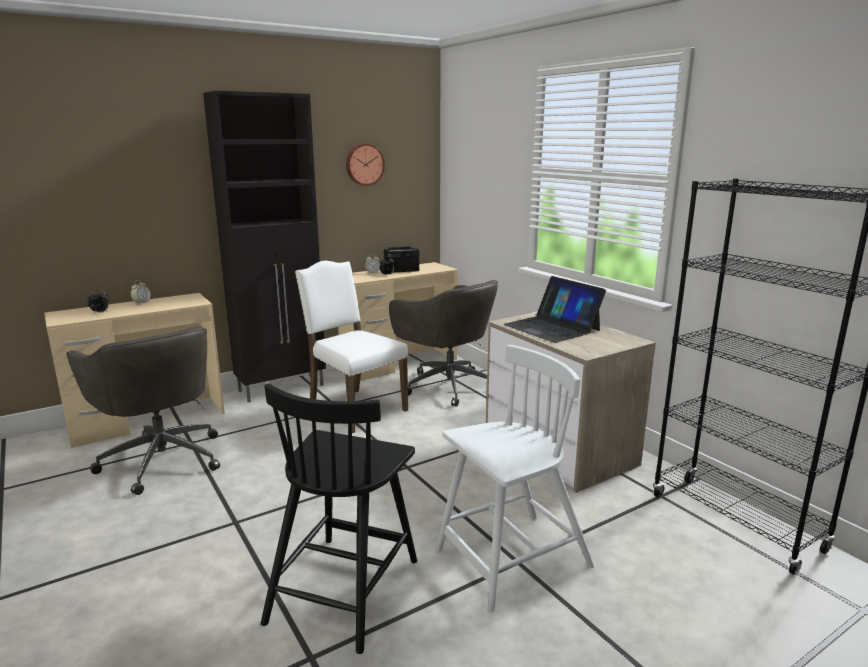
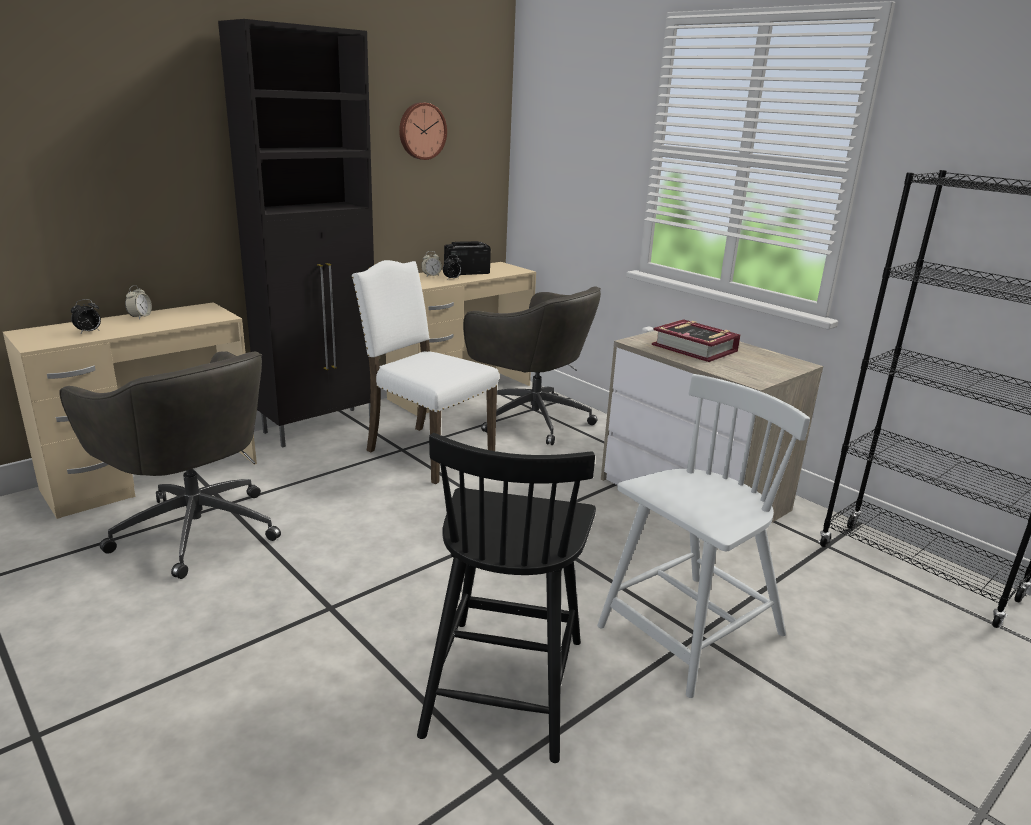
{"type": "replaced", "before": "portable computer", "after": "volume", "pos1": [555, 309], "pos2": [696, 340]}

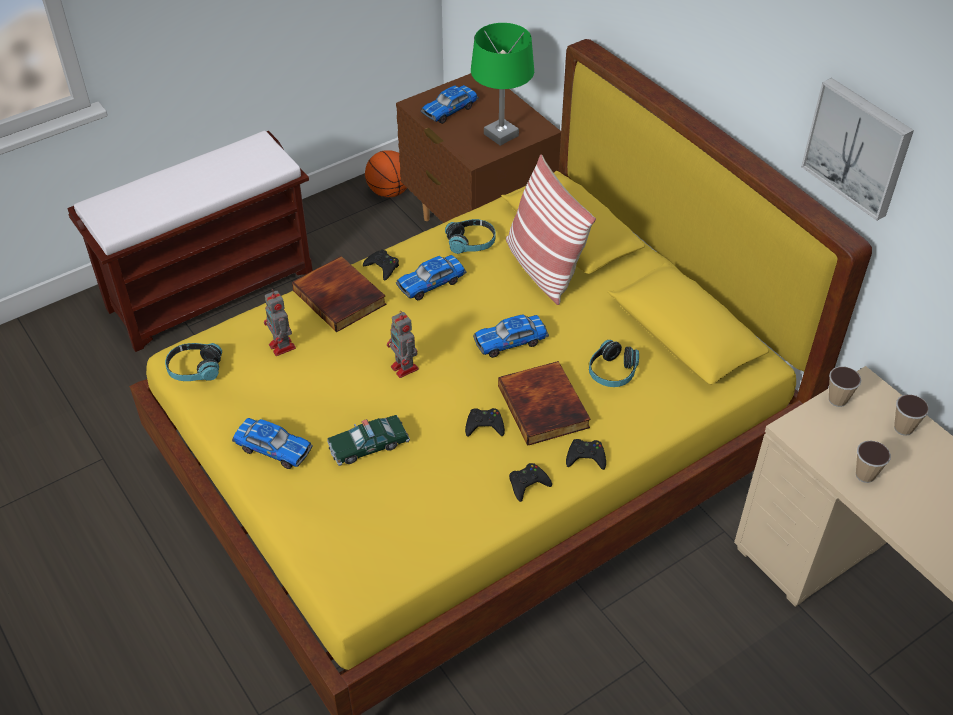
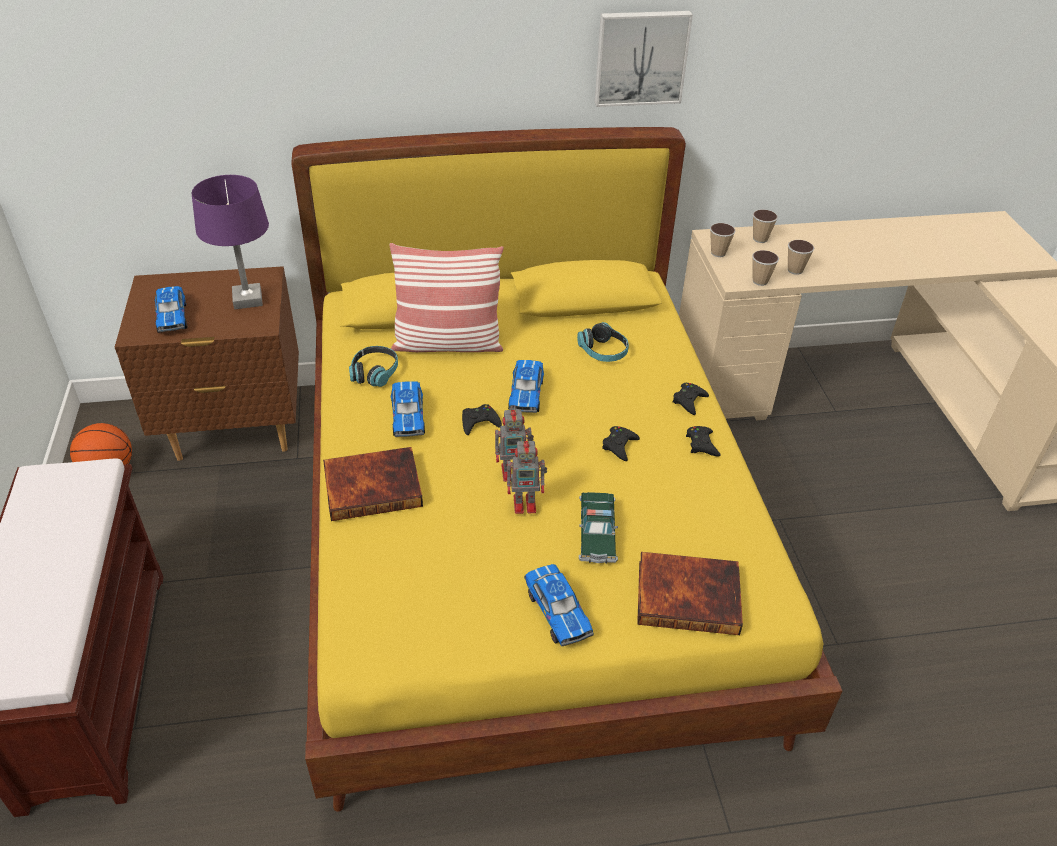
{"type": "removed", "before": "headset", "pos1": [193, 362]}
{"type": "added", "after": "drinking cup", "pos2": [765, 268]}
{"type": "moved", "before": "robot figure", "pos1": [280, 322], "pos2": [527, 475]}
{"type": "moved", "before": "black joypad", "pos1": [381, 264], "pos2": [482, 419]}
{"type": "moved", "before": "volume", "pos1": [544, 403], "pos2": [690, 593]}
{"type": "recoloured", "before": "green-coloured table lamp", "after": "purple-coloured table lamp", "pos1": [502, 84], "pos2": [230, 242]}
{"type": "turned", "before": "model car", "pos1": [272, 443], "pos2": [559, 605], "turn": 105}

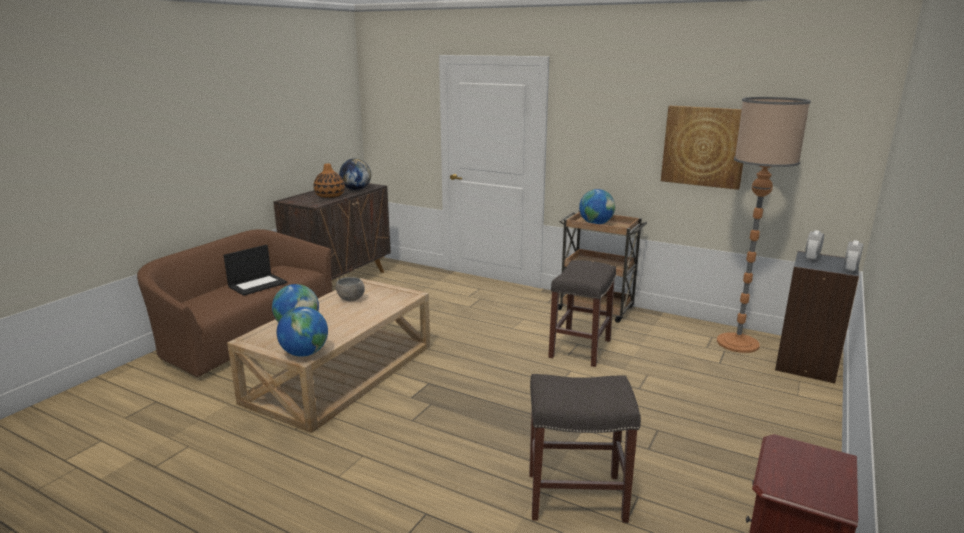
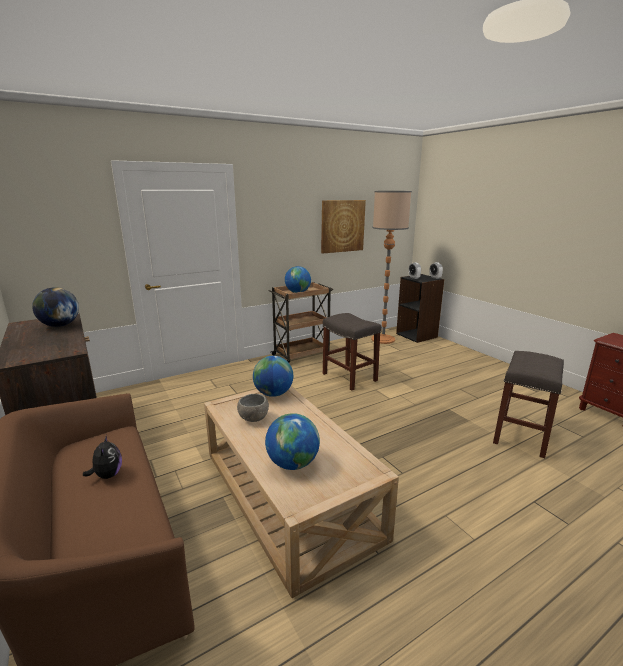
{"type": "removed", "before": "flower vase", "pos1": [329, 181]}
{"type": "moved", "before": "world globe", "pos1": [302, 332], "pos2": [273, 376]}
{"type": "replaced", "before": "portable computer", "after": "soft toy", "pos1": [255, 270], "pos2": [102, 456]}

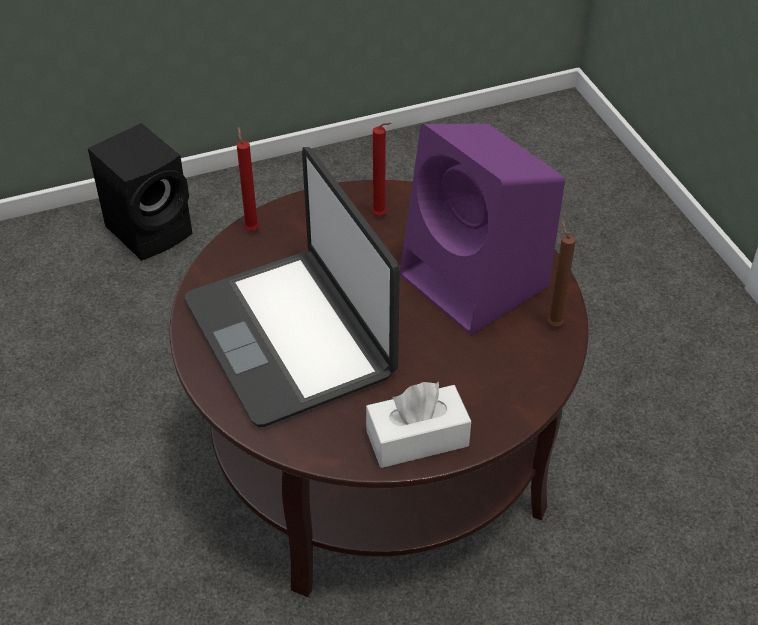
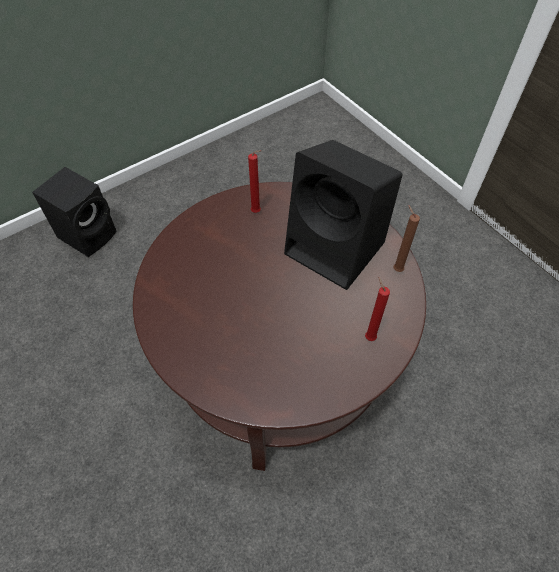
{"type": "removed", "before": "portable computer", "pos1": [292, 287]}
{"type": "removed", "before": "white tissue box", "pos1": [418, 425]}
{"type": "moved", "before": "reddish wax candle", "pos1": [248, 179], "pos2": [377, 309]}
{"type": "recoloured", "before": "purple-coloured audio speaker", "after": "black audio speaker", "pos1": [482, 229], "pos2": [343, 215]}

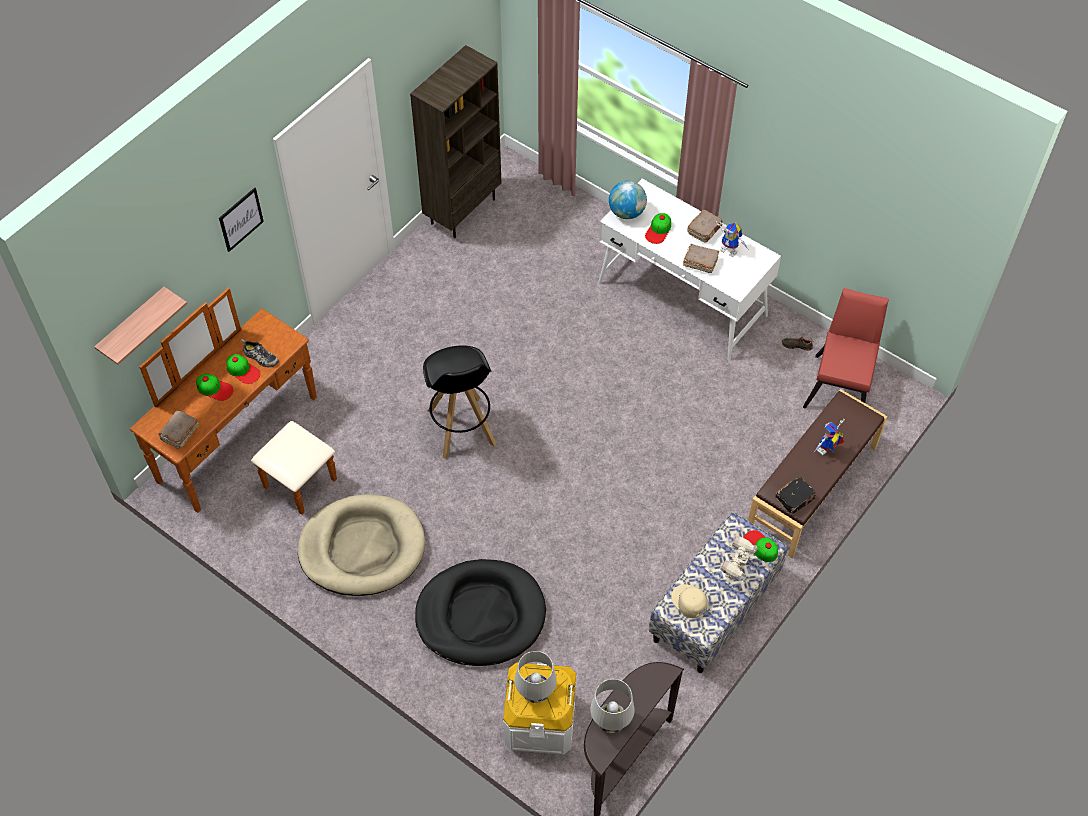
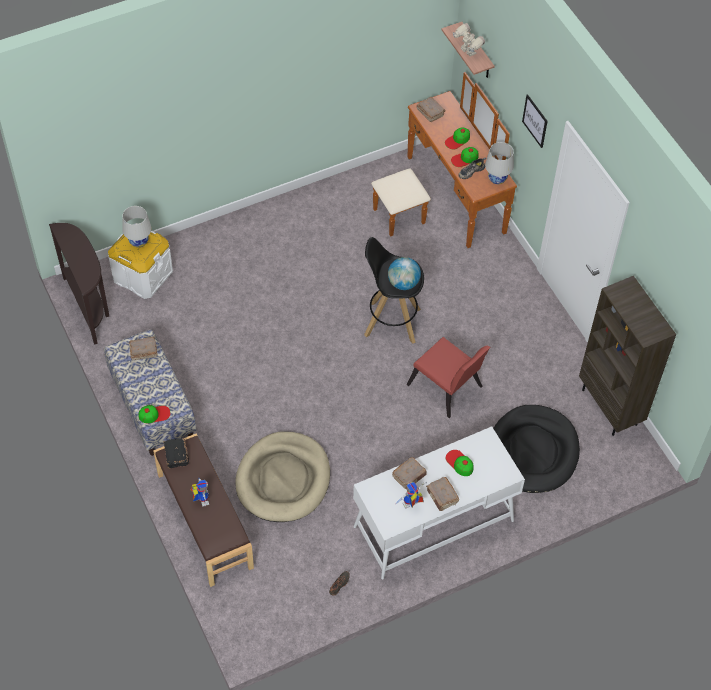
{"type": "moved", "before": "beige pet bed", "pos1": [361, 545], "pos2": [282, 476]}
{"type": "moved", "before": "black pet bed", "pos1": [480, 612], "pos2": [536, 449]}
{"type": "moved", "before": "white table lamp", "pos1": [612, 706], "pos2": [499, 163]}
{"type": "moved", "before": "world globe", "pos1": [628, 200], "pos2": [404, 273]}
{"type": "moved", "before": "robot figure", "pos1": [738, 558], "pos2": [469, 40]}
{"type": "moved", "before": "reddish plain chair", "pos1": [846, 348], "pos2": [448, 377]}
{"type": "replaced", "before": "beige cap", "after": "brown-coloured volume", "pos1": [689, 601], "pos2": [143, 348]}

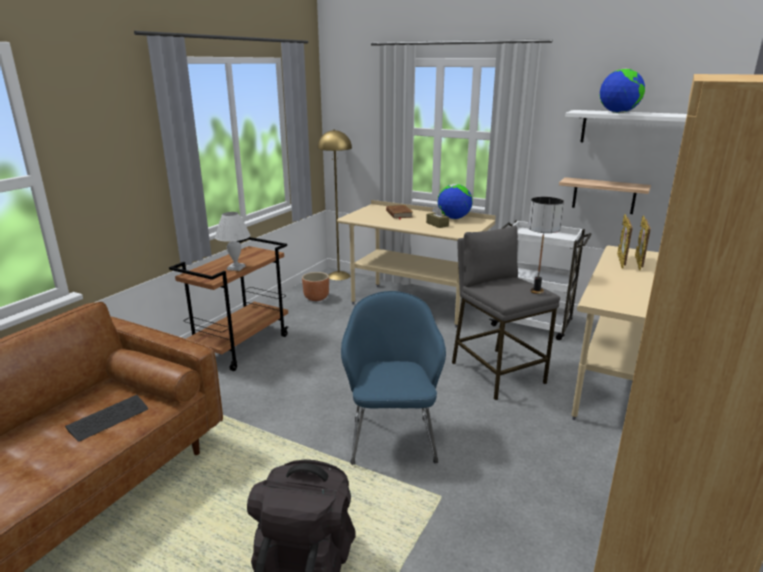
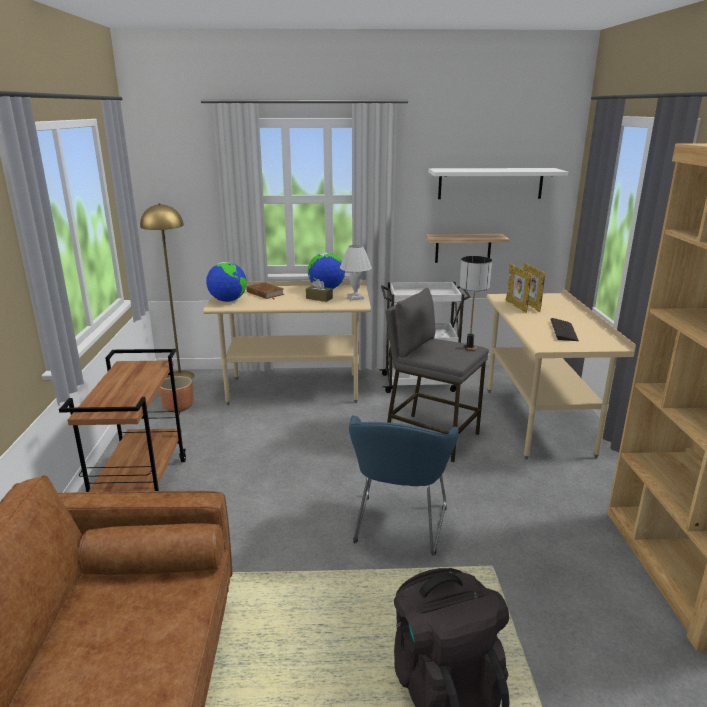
{"type": "moved", "before": "PC keyboard", "pos1": [106, 418], "pos2": [564, 329]}
{"type": "moved", "before": "white table lamp", "pos1": [233, 241], "pos2": [356, 272]}
{"type": "moved", "before": "world globe", "pos1": [622, 90], "pos2": [226, 282]}
{"type": "turned", "before": "blue-coloured easy chair", "pos1": [393, 378], "pos2": [404, 485], "turn": -135}

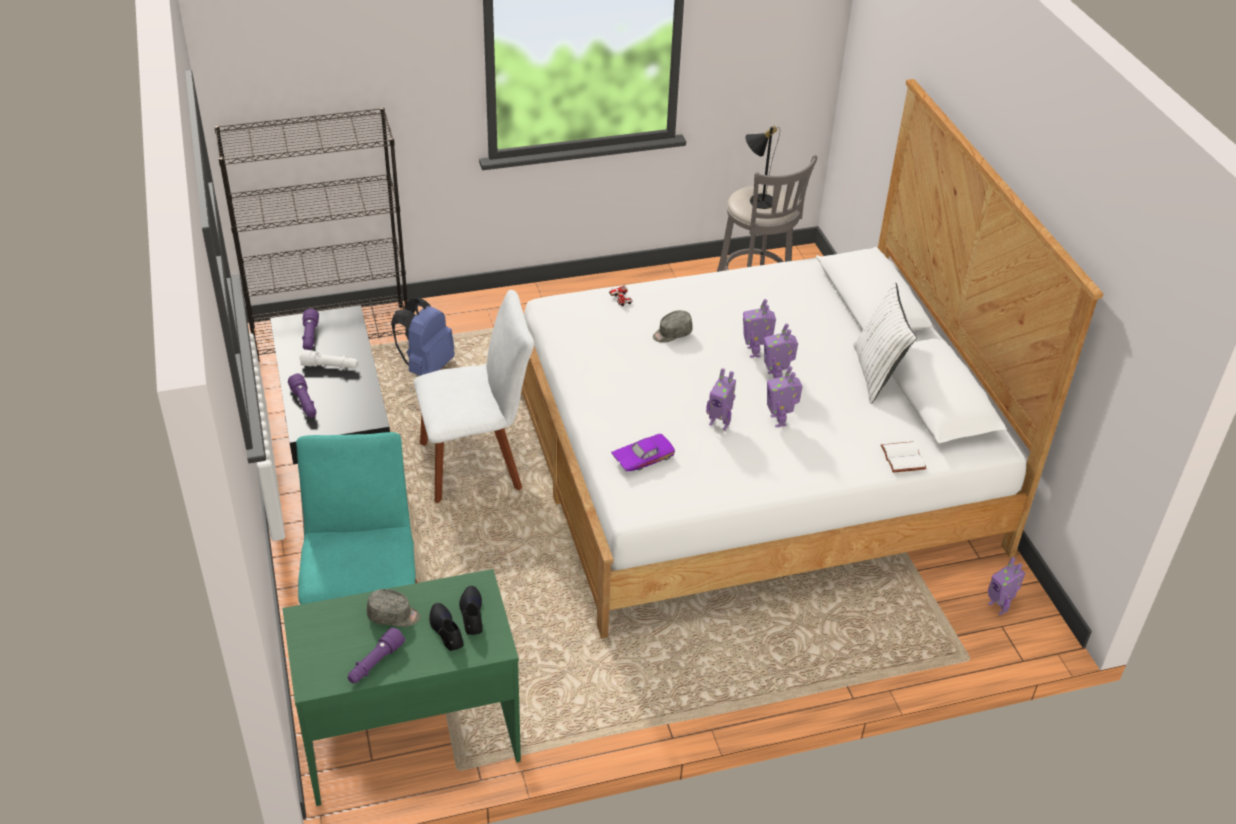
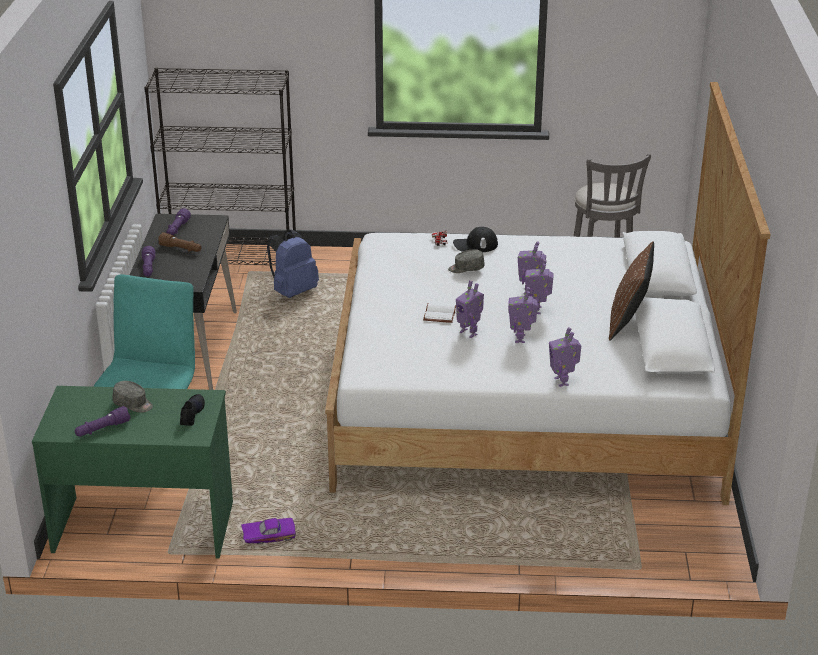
{"type": "removed", "before": "white plain chair", "pos1": [474, 396]}
{"type": "removed", "before": "black item of footwear", "pos1": [446, 627]}
{"type": "removed", "before": "black table lamp", "pos1": [762, 167]}
{"type": "added", "after": "black cap", "pos2": [475, 239]}
{"type": "moved", "before": "purple-coloured model car", "pos1": [643, 453], "pos2": [268, 531]}
{"type": "moved", "before": "white volume", "pos1": [904, 457], "pos2": [439, 312]}
{"type": "moved", "before": "robot figure", "pos1": [1006, 586], "pos2": [565, 357]}
{"type": "recoloured", "before": "white torch", "after": "brown-coloured torch", "pos1": [329, 359], "pos2": [180, 242]}
{"type": "recoloured", "before": "white pillow", "after": "brown-coloured pillow", "pos1": [885, 343], "pos2": [631, 291]}

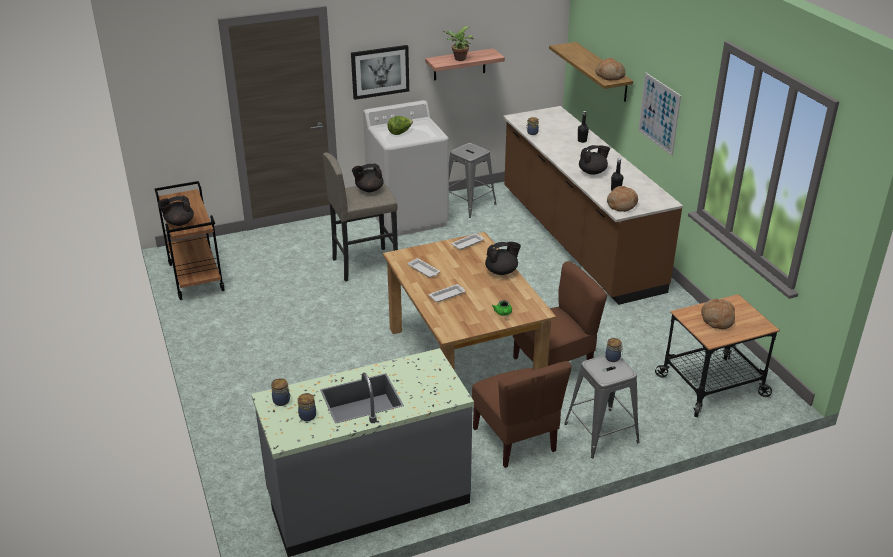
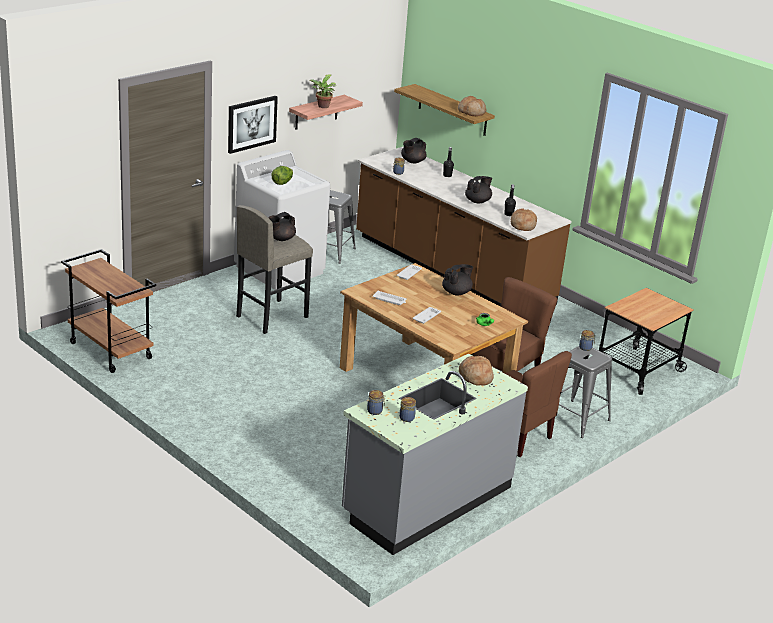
{"type": "removed", "before": "picture", "pos1": [659, 114]}
{"type": "moved", "before": "black tea pot", "pos1": [176, 211], "pos2": [413, 150]}
{"type": "moved", "before": "bread", "pos1": [718, 314], "pos2": [476, 371]}

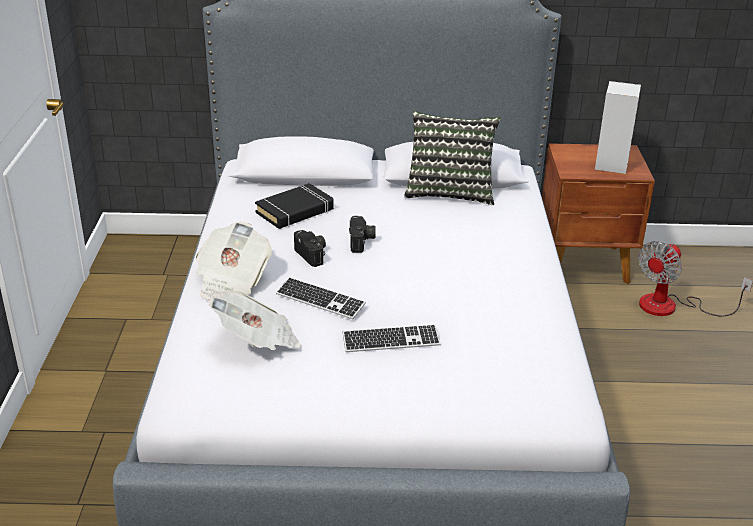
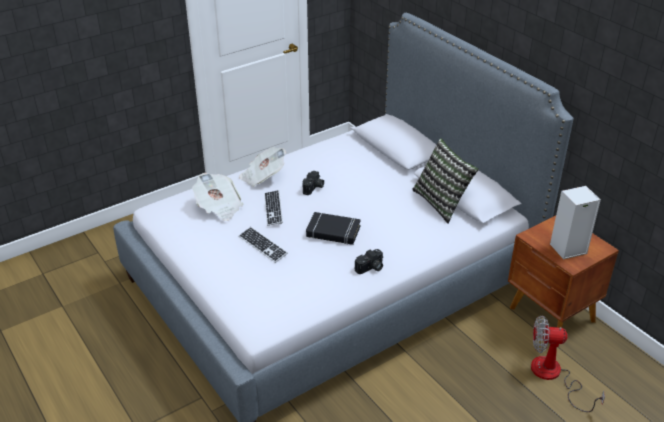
{"type": "moved", "before": "black volume", "pos1": [294, 206], "pos2": [333, 228]}
{"type": "moved", "before": "still camera", "pos1": [362, 234], "pos2": [369, 261]}

